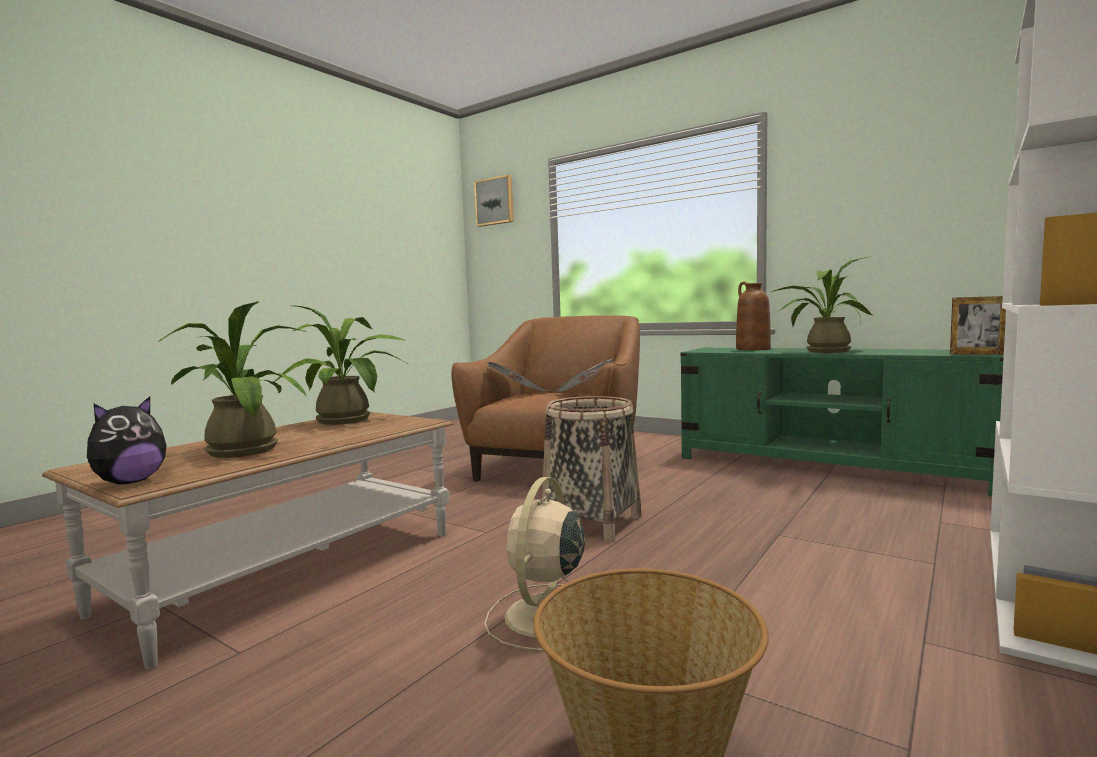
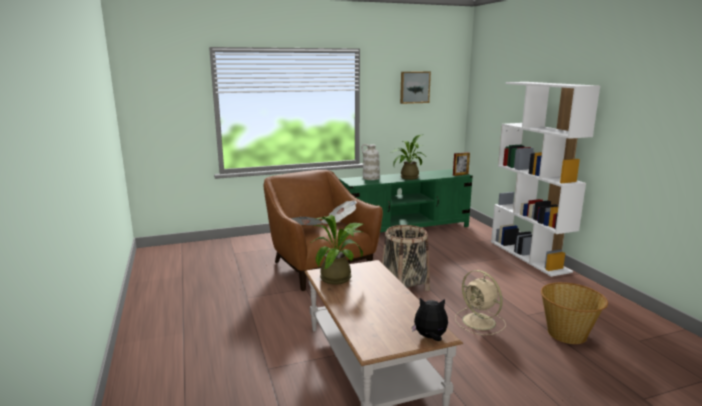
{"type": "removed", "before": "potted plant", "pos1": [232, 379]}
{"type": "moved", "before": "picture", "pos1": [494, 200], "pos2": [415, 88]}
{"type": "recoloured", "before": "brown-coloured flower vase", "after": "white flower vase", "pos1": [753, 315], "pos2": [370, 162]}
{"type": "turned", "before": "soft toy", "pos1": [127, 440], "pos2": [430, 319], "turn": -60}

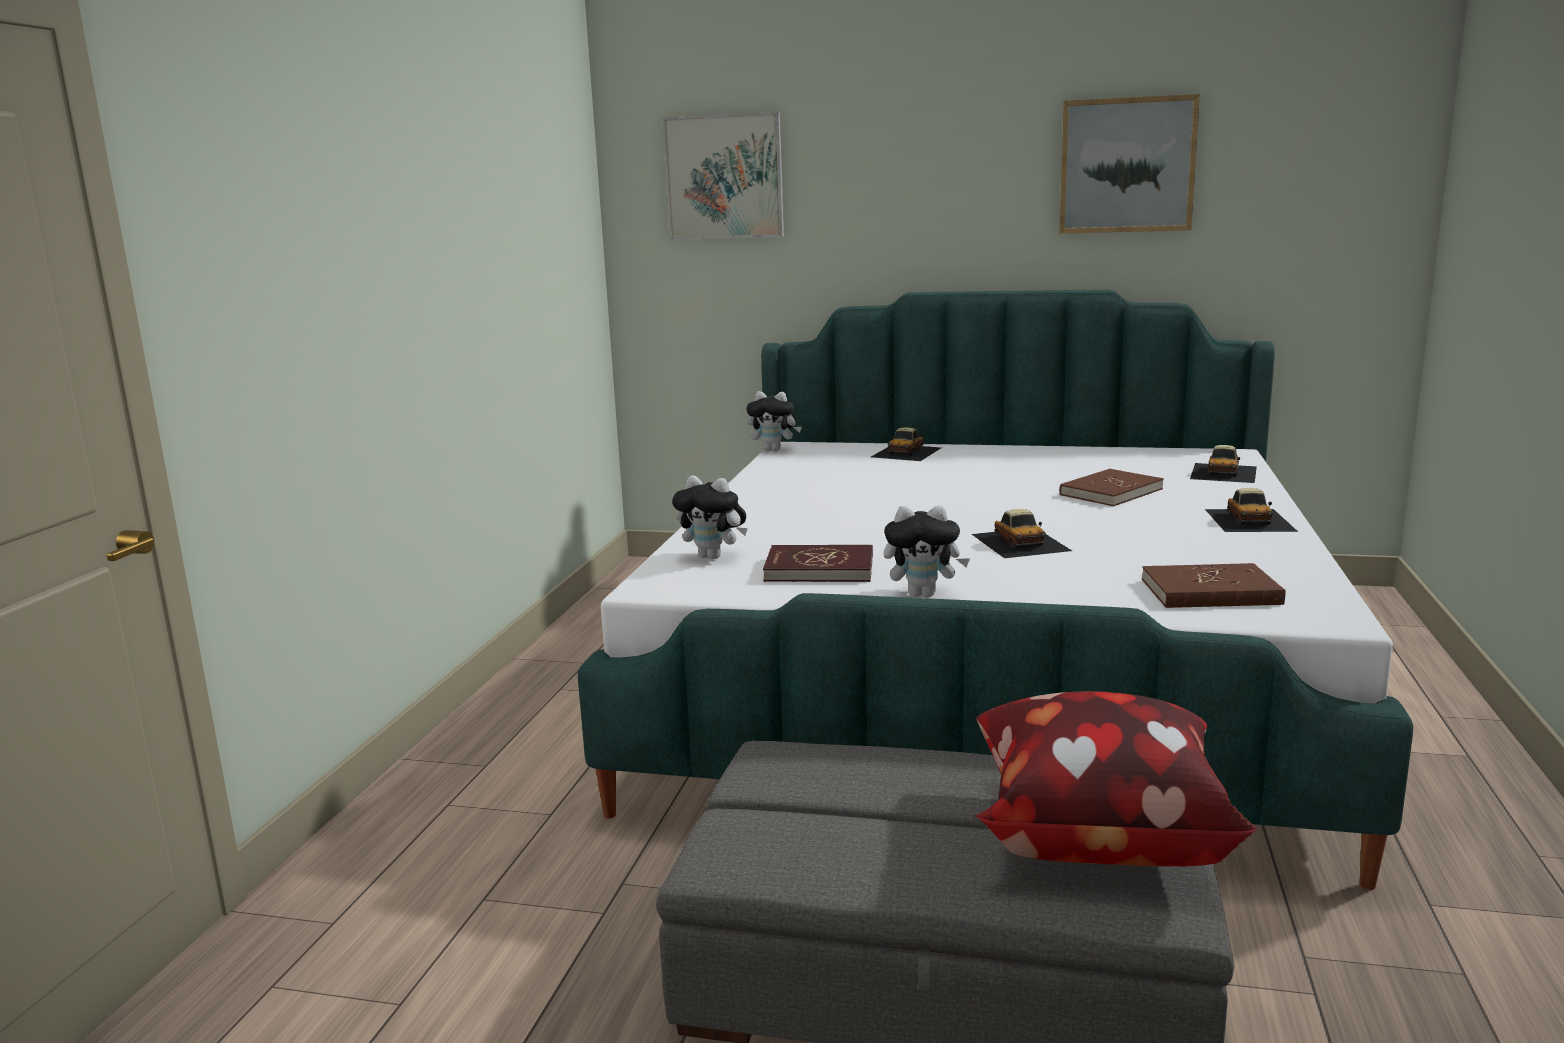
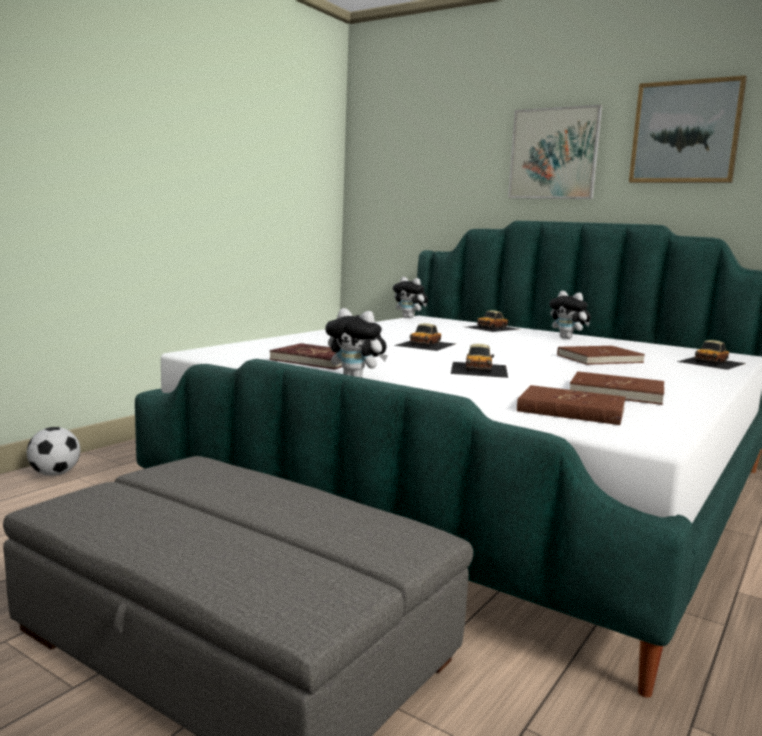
{"type": "removed", "before": "pillow", "pos1": [1114, 779]}
{"type": "added", "after": "ball for football", "pos2": [53, 451]}
{"type": "added", "after": "brown-coloured volume", "pos2": [617, 388]}
{"type": "moved", "before": "picture", "pos1": [723, 176], "pos2": [555, 152]}
{"type": "moved", "before": "soft toy", "pos1": [710, 517], "pos2": [570, 315]}
{"type": "moved", "before": "model car", "pos1": [1251, 510], "pos2": [424, 337]}

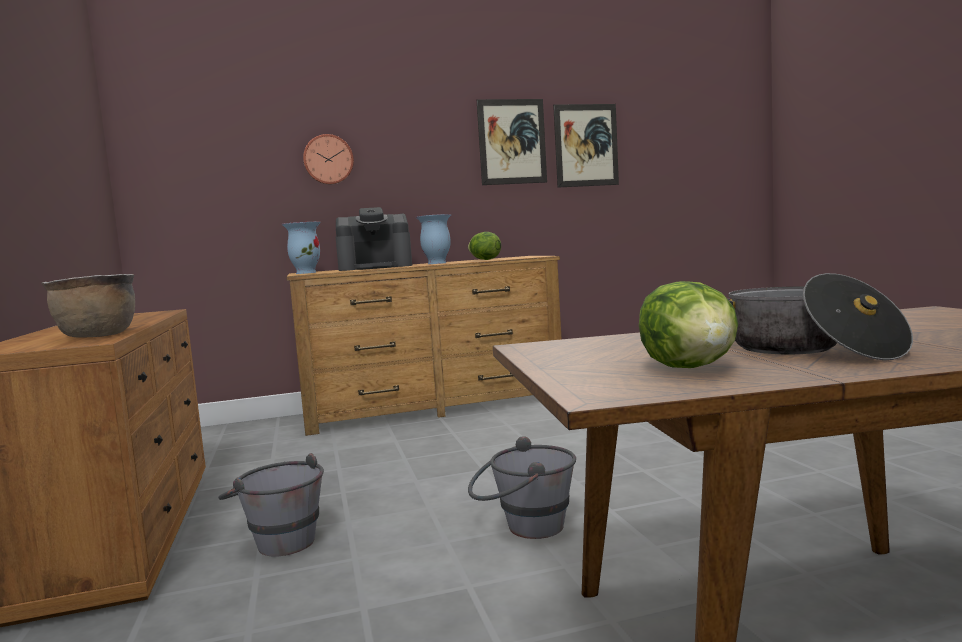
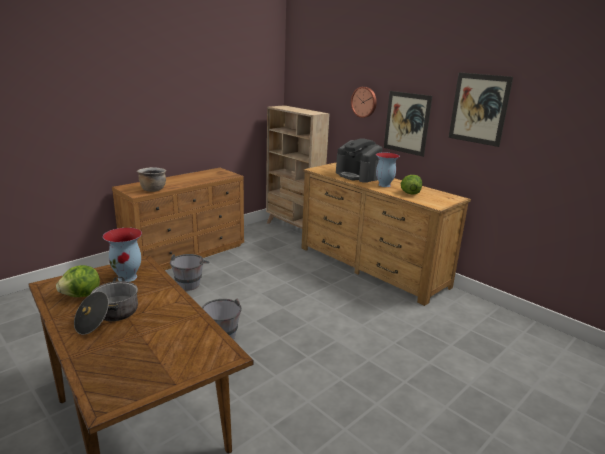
{"type": "added", "after": "beige bookshelf", "pos2": [298, 167]}
{"type": "moved", "before": "flower vase", "pos1": [301, 248], "pos2": [122, 255]}
{"type": "moved", "before": "picture", "pos1": [586, 146], "pos2": [408, 124]}

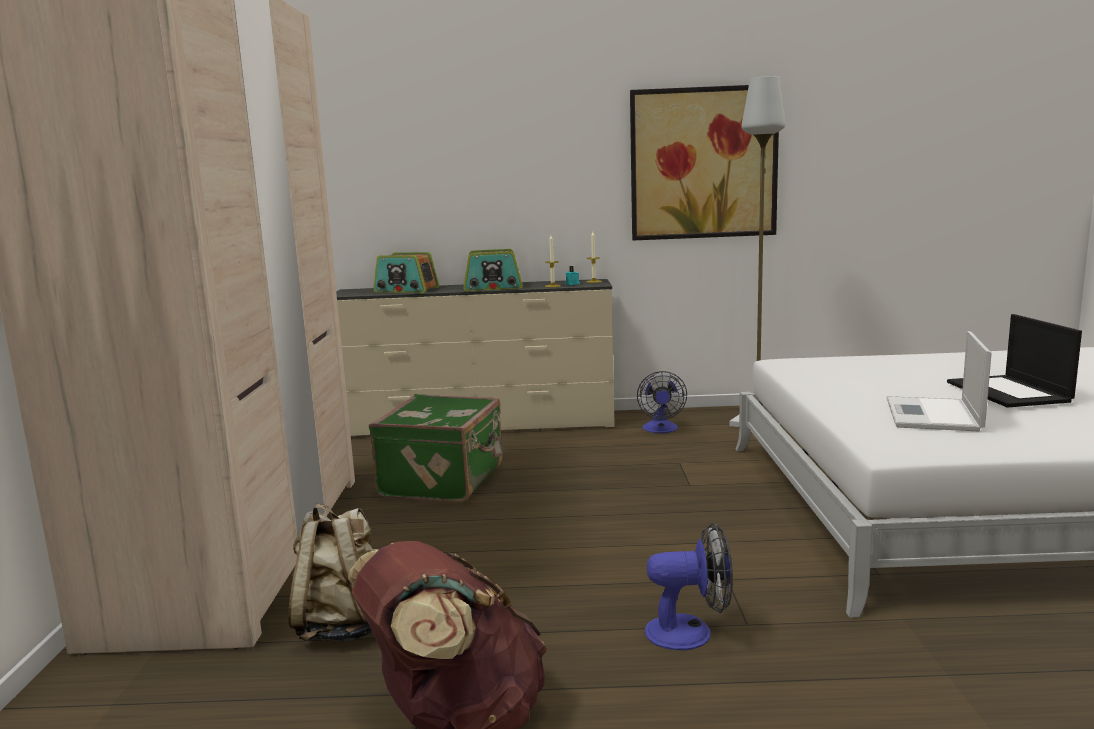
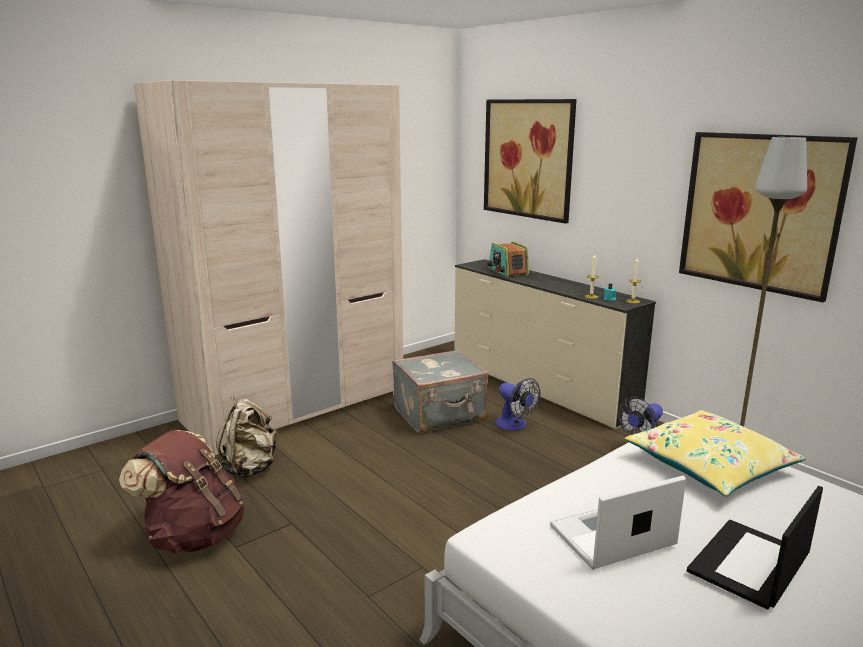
{"type": "removed", "before": "radio set", "pos1": [493, 270]}
{"type": "added", "after": "picture", "pos2": [530, 161]}
{"type": "added", "after": "yellow-coloured pillow", "pos2": [715, 453]}
{"type": "moved", "before": "electric fan", "pos1": [689, 586], "pos2": [517, 404]}
{"type": "recoloured", "before": "green-coloured piece of luggage", "after": "grey piece of luggage", "pos1": [436, 448], "pos2": [440, 391]}

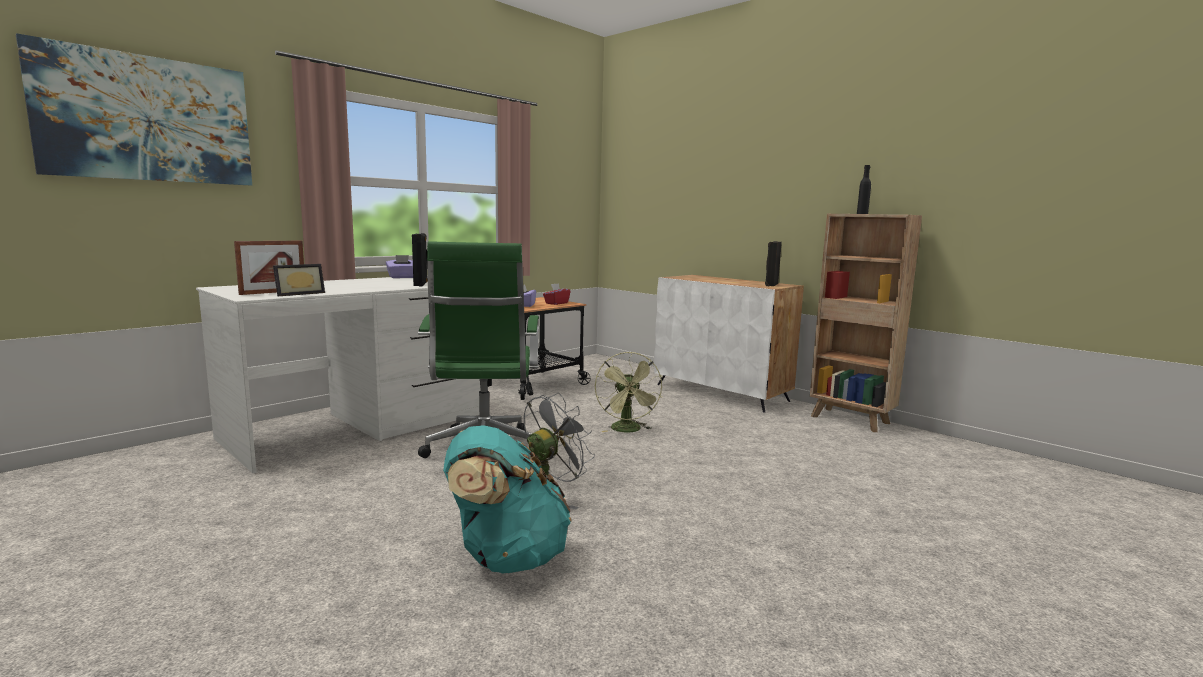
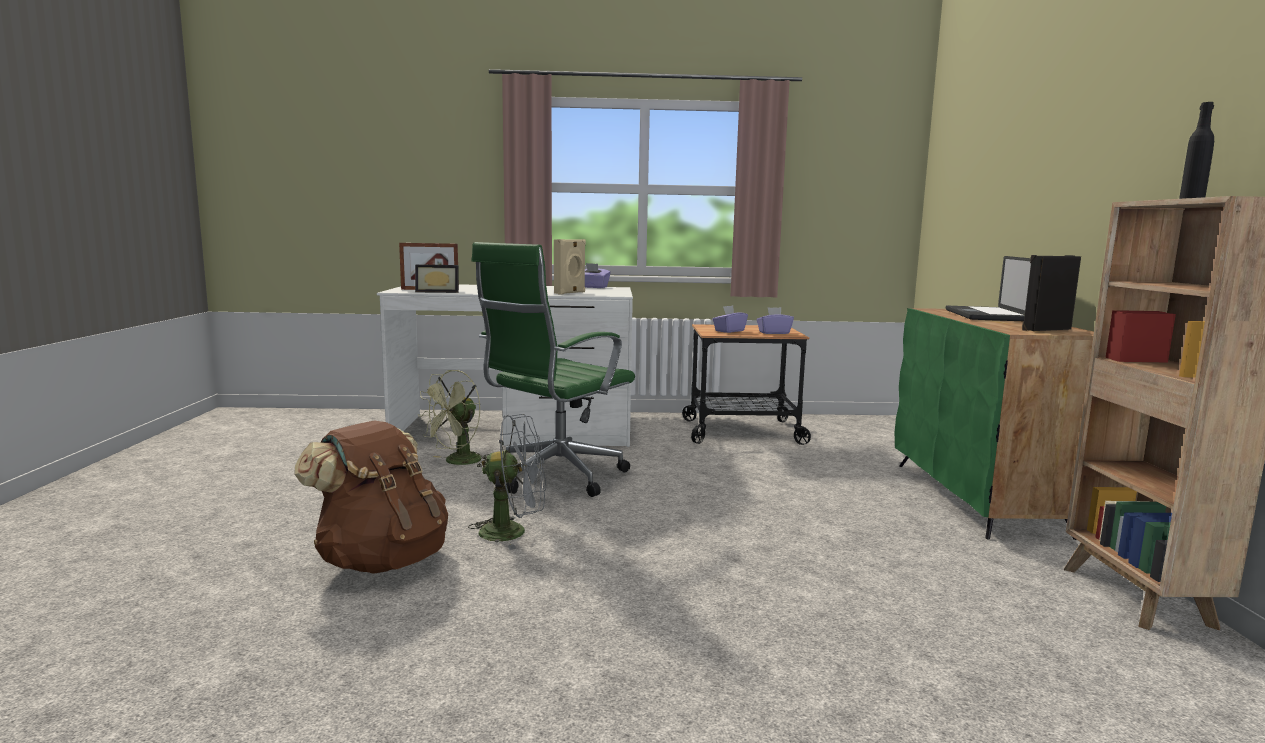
{"type": "removed", "before": "picture", "pos1": [134, 109]}
{"type": "added", "after": "portable computer", "pos2": [988, 288]}
{"type": "moved", "before": "green-coloured electric fan", "pos1": [629, 392], "pos2": [453, 419]}
{"type": "recoloured", "before": "black audio speaker", "after": "beige audio speaker", "pos1": [420, 260], "pos2": [570, 267]}
{"type": "recoloured", "before": "turquoise rucksack", "after": "brown-coloured rucksack", "pos1": [507, 499], "pos2": [371, 497]}
{"type": "recoloured", "before": "reddish tissue box", "after": "purple-coloured tissue box", "pos1": [557, 294], "pos2": [775, 320]}
{"type": "recoloured", "before": "white storage cabinet", "after": "green-coloured storage cabinet", "pos1": [729, 344], "pos2": [994, 424]}

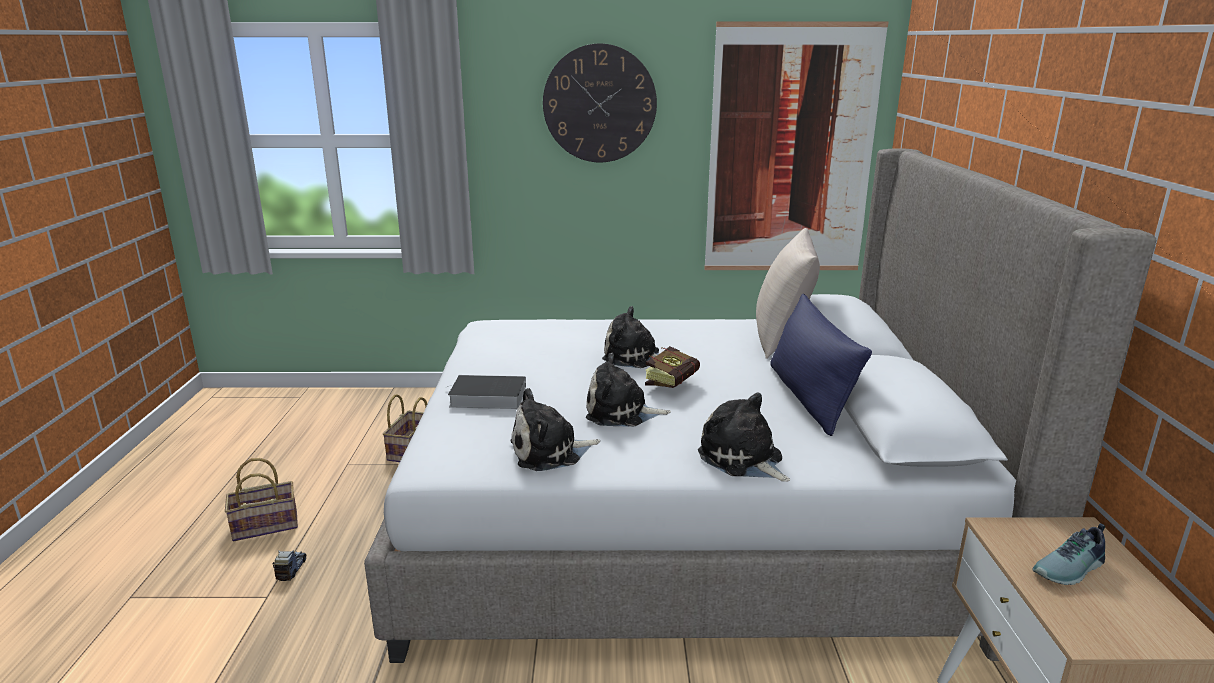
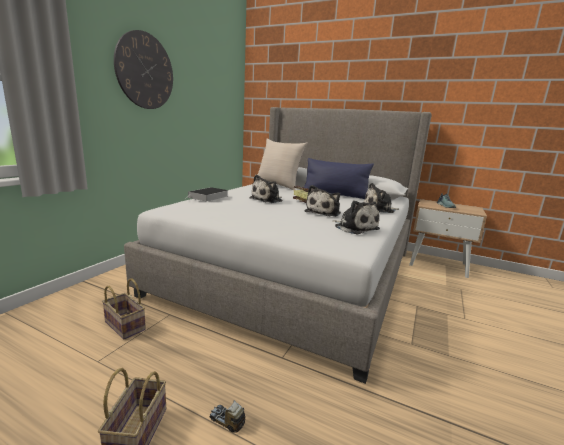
{"type": "removed", "before": "picture", "pos1": [796, 146]}
{"type": "moved", "before": "volume", "pos1": [486, 392], "pos2": [207, 194]}
{"type": "turned", "before": "soft toy", "pos1": [555, 429], "pos2": [356, 217], "turn": -45}

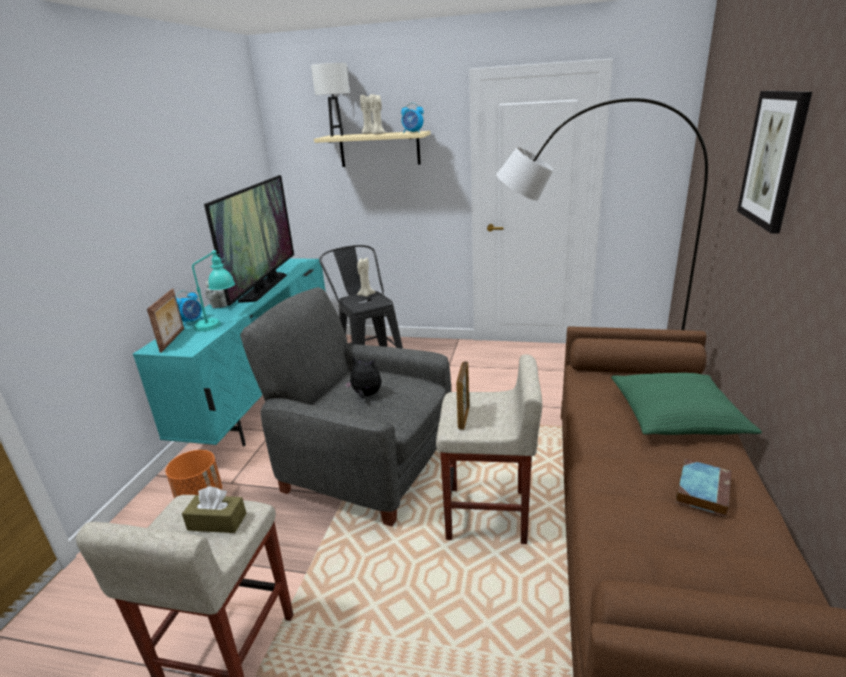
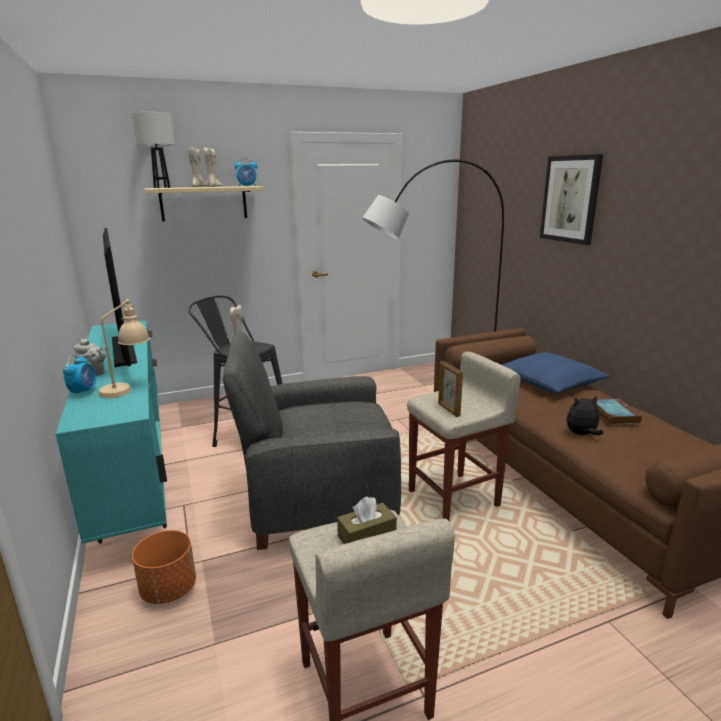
{"type": "removed", "before": "picture frame", "pos1": [165, 321]}
{"type": "moved", "before": "soft toy", "pos1": [363, 377], "pos2": [584, 415]}
{"type": "recoloured", "before": "turquoise table lamp", "after": "beige table lamp", "pos1": [213, 291], "pos2": [124, 348]}
{"type": "recoloured", "before": "green-coloured pillow", "after": "blue-coloured pillow", "pos1": [686, 404], "pos2": [555, 372]}

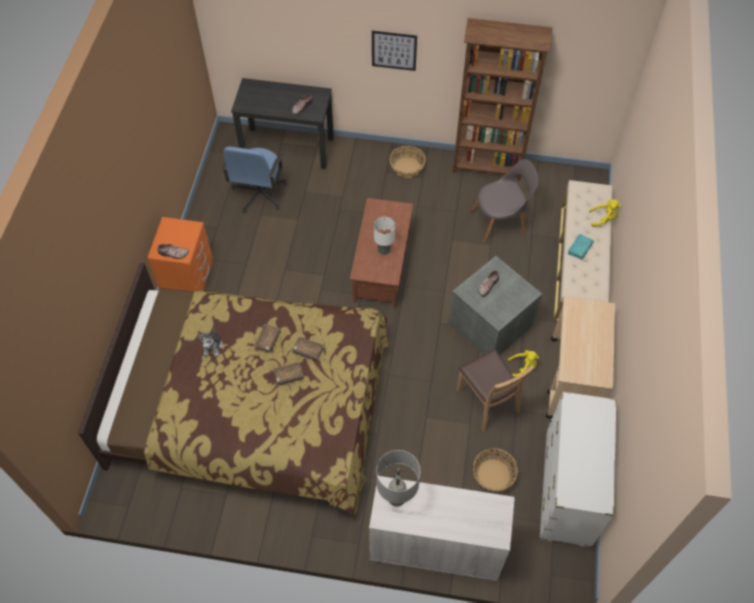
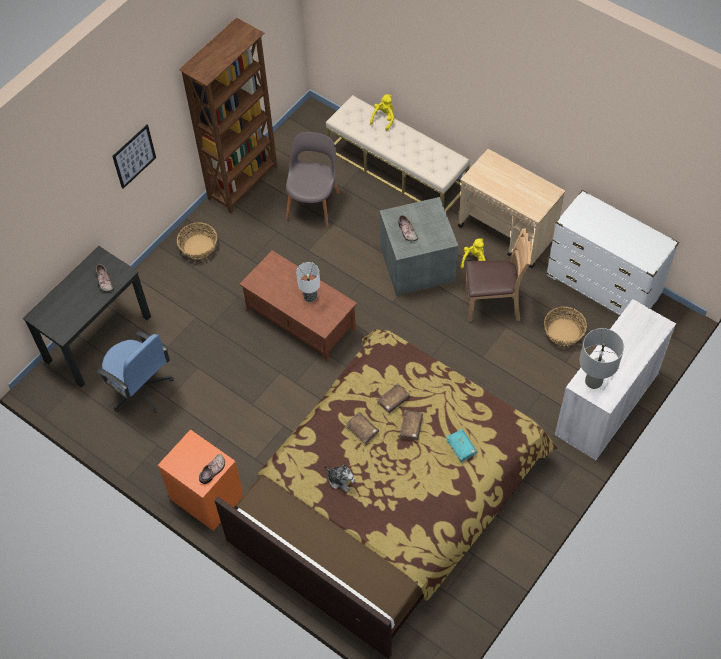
{"type": "moved", "before": "turquoise volume", "pos1": [580, 246], "pos2": [461, 446]}

